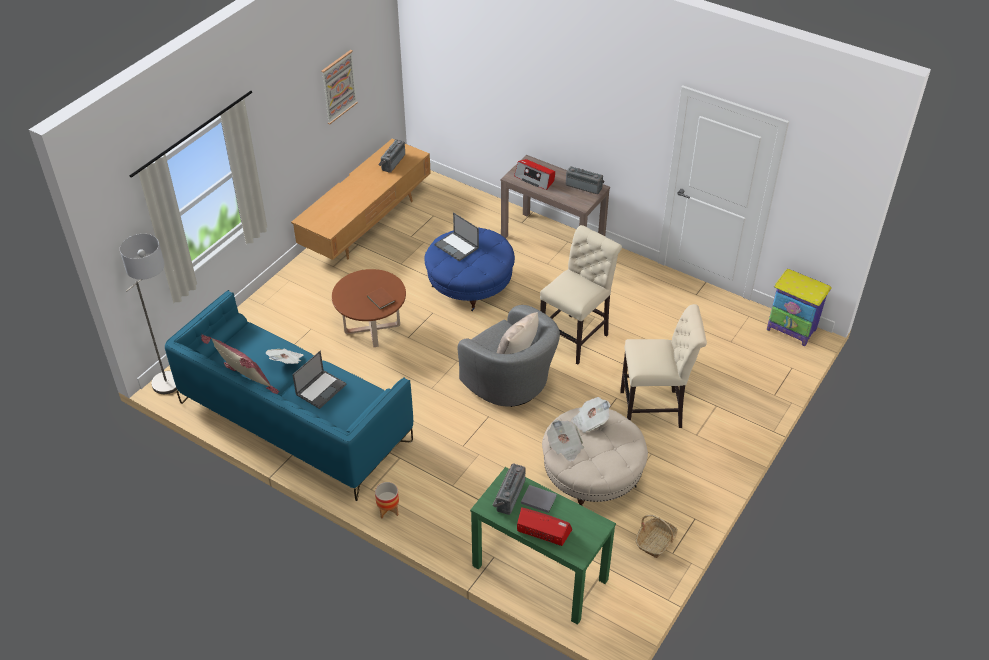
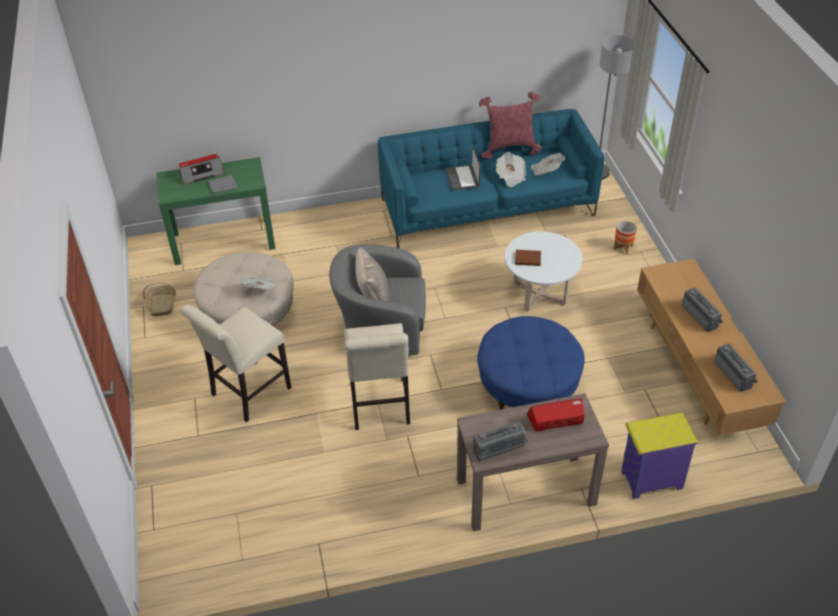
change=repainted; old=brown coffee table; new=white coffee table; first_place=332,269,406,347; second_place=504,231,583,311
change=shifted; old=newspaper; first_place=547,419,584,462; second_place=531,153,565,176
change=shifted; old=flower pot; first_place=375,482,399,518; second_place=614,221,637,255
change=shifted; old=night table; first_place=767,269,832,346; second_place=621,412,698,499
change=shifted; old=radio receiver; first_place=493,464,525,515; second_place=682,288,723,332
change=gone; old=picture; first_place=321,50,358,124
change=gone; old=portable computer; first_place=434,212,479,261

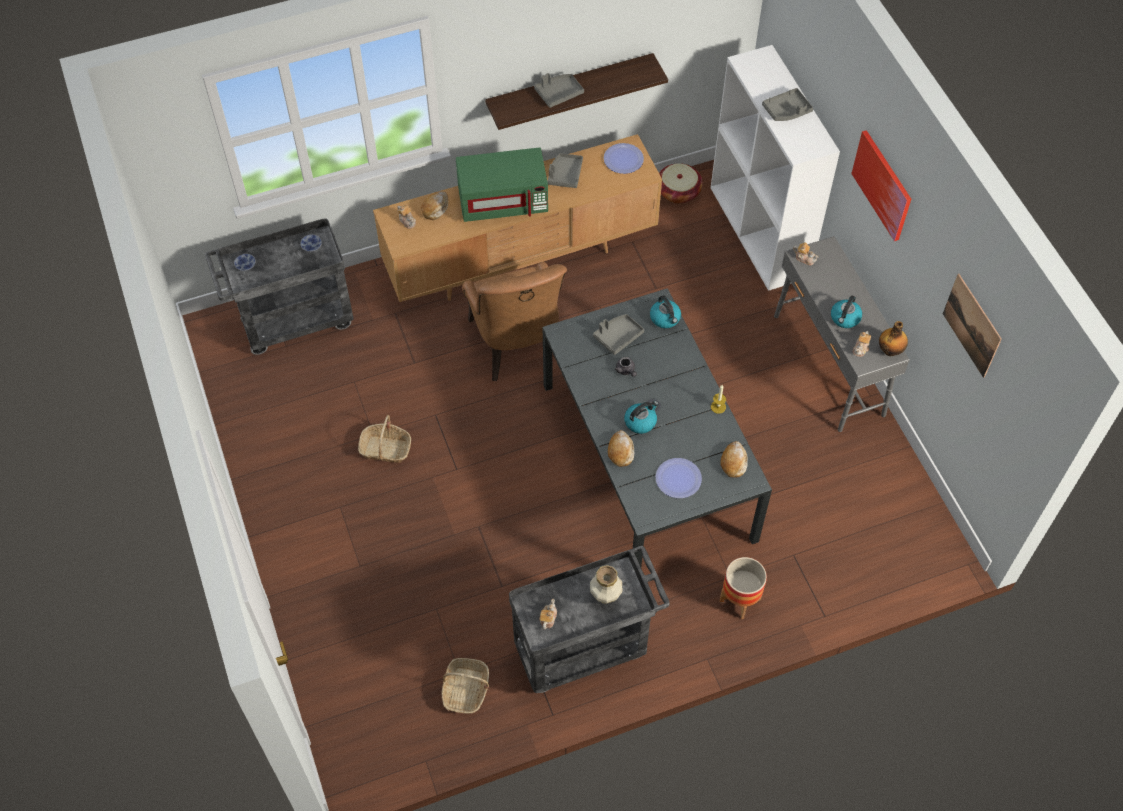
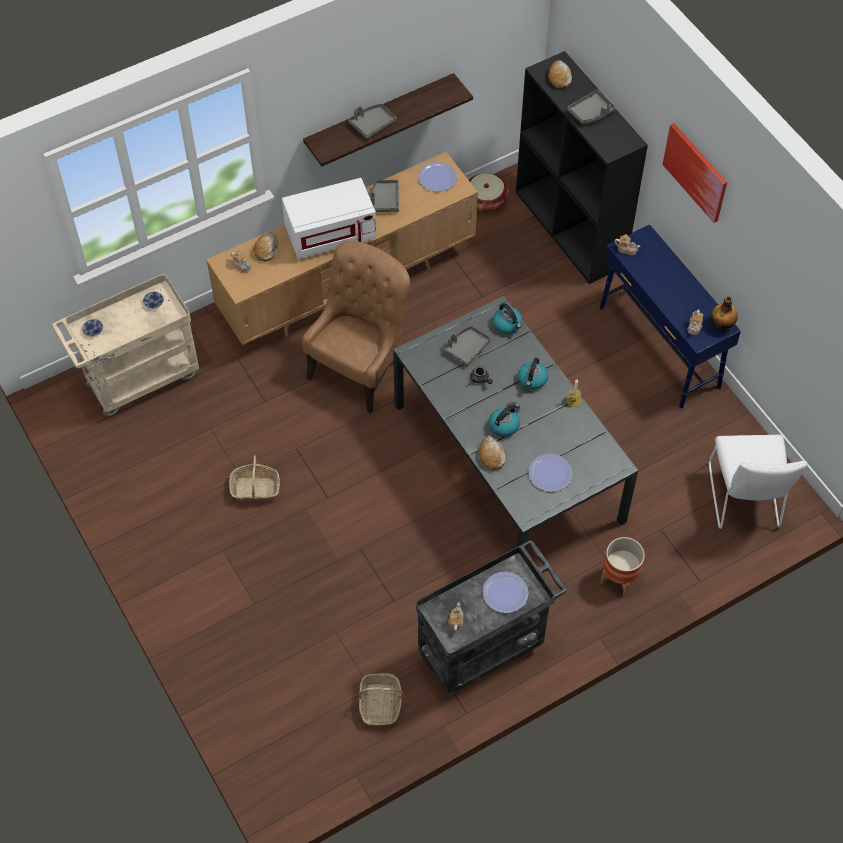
change=repainted; old=blackish trolley; new=sand-coloured trolley; first_place=205,218,354,355; second_place=52,274,199,416
change=repainted; old=green-coloured microwave; new=white microwave; first_place=456,147,548,222; second_place=282,178,377,259
change=rotated; old=brown plain chair; first_place=462,262,567,381; second_place=302,241,410,413; degrees=-120
change=swapped; old=decorative vase; new=dinner plate; first_place=590,565,623,604; second_place=483,571,529,613
change=repainted; old=white bookcase; new=blackish bookcase; first_place=711,45,840,291; second_place=516,51,648,284
change=shifted; old=kettle; first_place=831,295,862,328; second_place=518,358,548,390
change=shifted; old=baked bread; first_place=721,441,748,478; second_place=548,60,572,89
change=repainted; old=grey console table; new=blue console table; first_place=774,236,909,432; second_place=600,224,741,408
change=new; new=white plain chair; second_place=709,435,808,529
change=gone; old=picture; first_place=943,274,1002,378

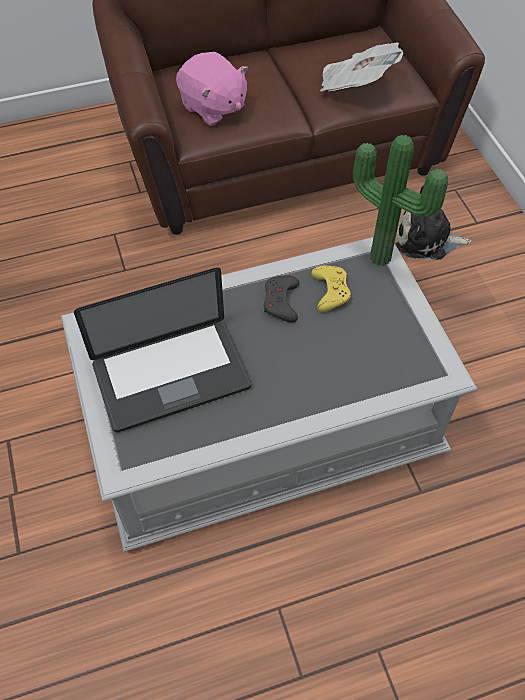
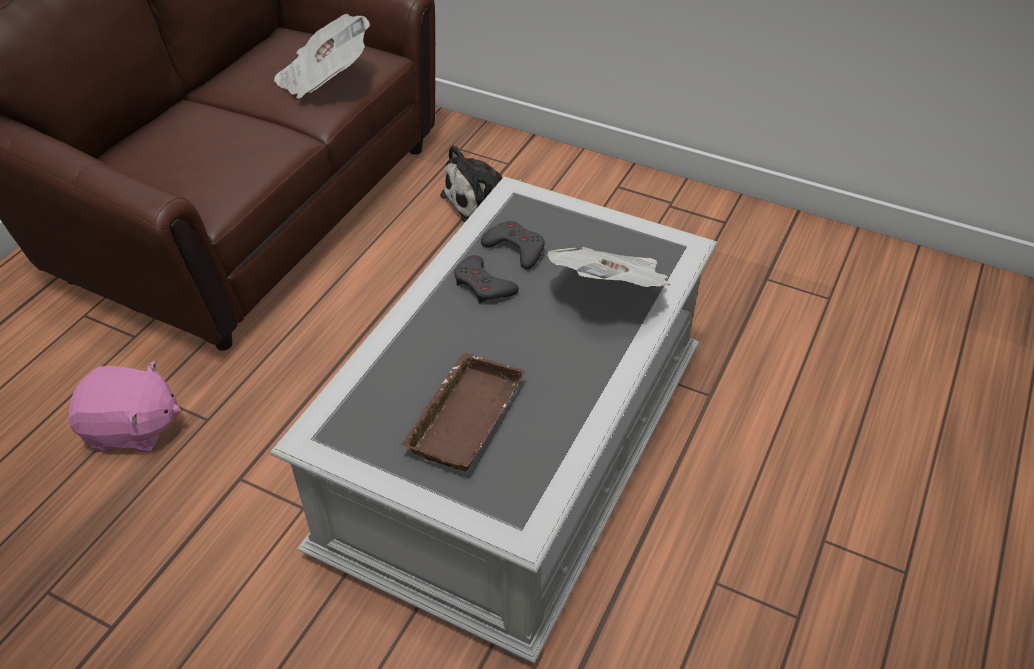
change=shifted; old=pink soft toy; first_place=176,52,248,126; second_place=69,361,181,453
change=swapped; old=portable computer; new=brown tray; first_place=74,267,252,432; second_place=401,352,525,471
change=repainted; old=yellow-coloured gamepad; new=grey gamepad; first_place=311,265,351,312; second_place=481,221,545,269
change=new; new=newspaper; second_place=548,247,671,287
change=gone; old=potted plant; first_place=353,135,448,266

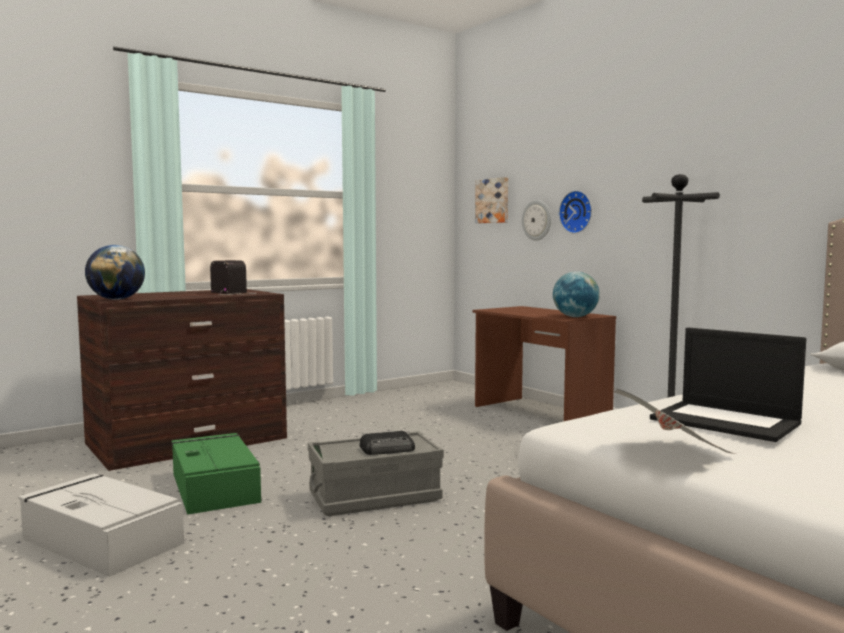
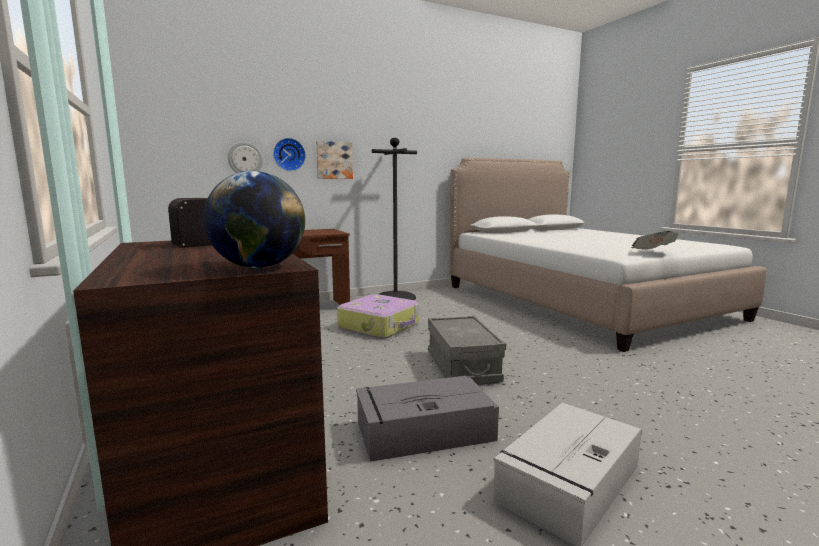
change=shifted; old=picture; first_place=475,177,508,223; second_place=316,141,353,179
change=new; new=travel case; second_place=337,294,419,339
change=repainted; old=green-coloured storage bin; new=grey storage bin; first_place=172,433,261,515; second_place=356,376,499,462
change=gone; old=radio receiver; first_place=360,431,415,455
change=gone; old=world globe; first_place=553,271,600,317
change=gone; old=portable computer; first_place=650,328,806,442

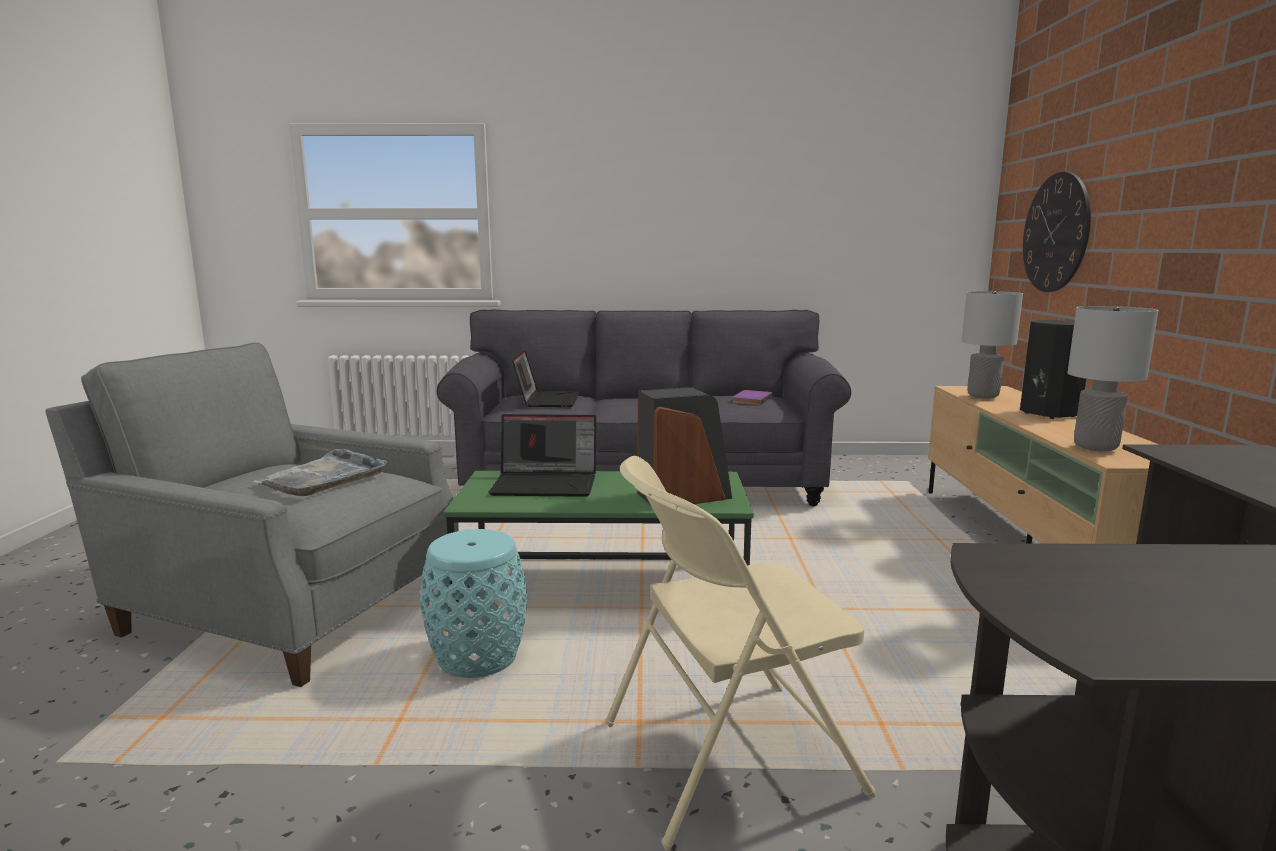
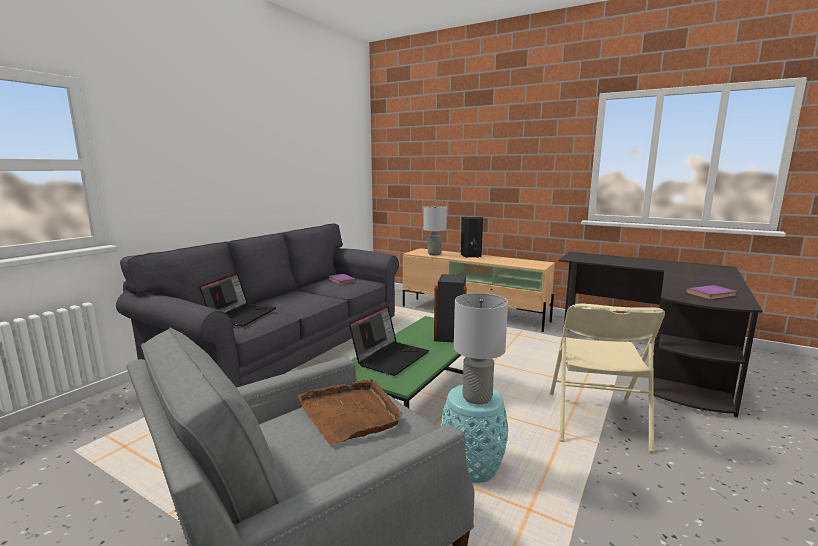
change=rotated; old=portable computer; first_place=512,350,580,407; second_place=199,273,276,326; degrees=75
change=repainted; old=grey tray; new=brown tray; first_place=252,449,387,496; second_place=297,379,402,444
change=shifted; old=grey table lamp; first_place=1067,306,1159,451; second_place=454,293,508,405
change=new; new=purple-coloured book; second_place=686,285,737,299
change=gone; old=hanging clock; first_place=1023,172,1091,292

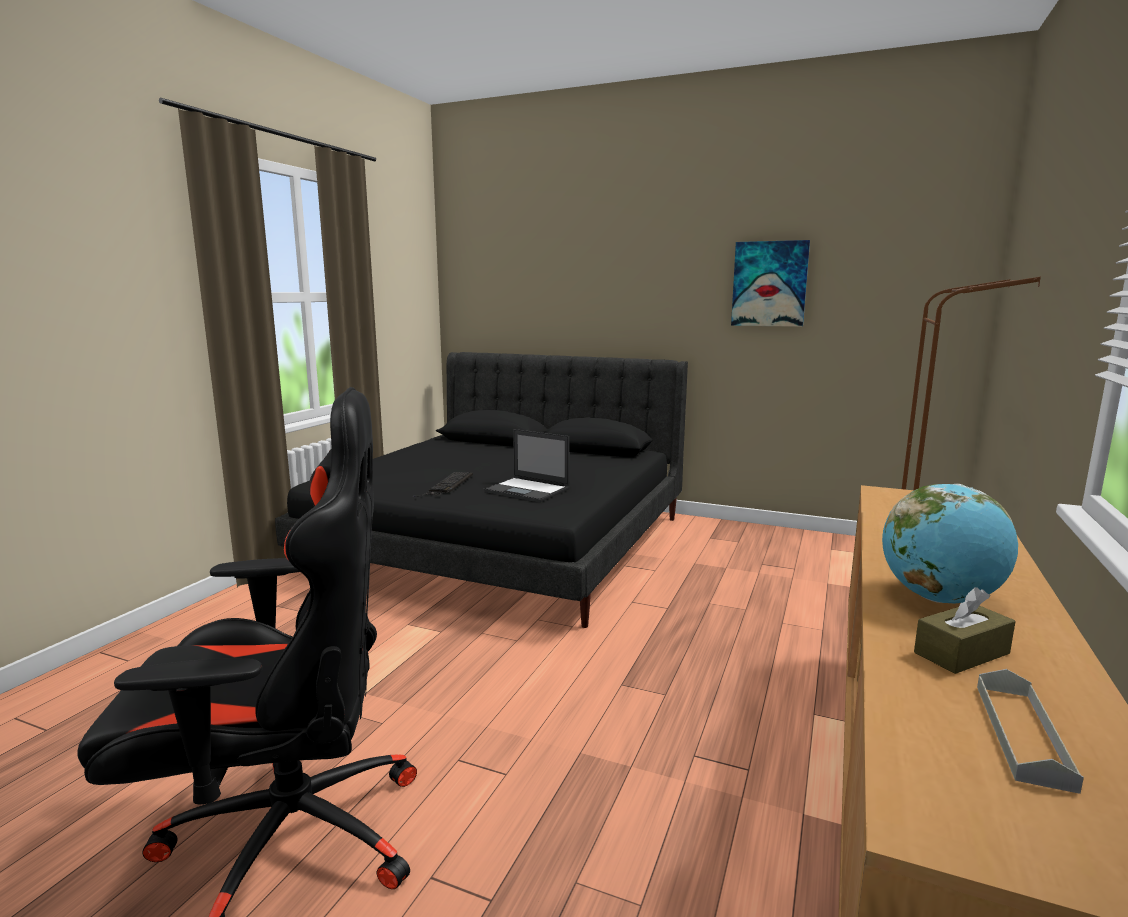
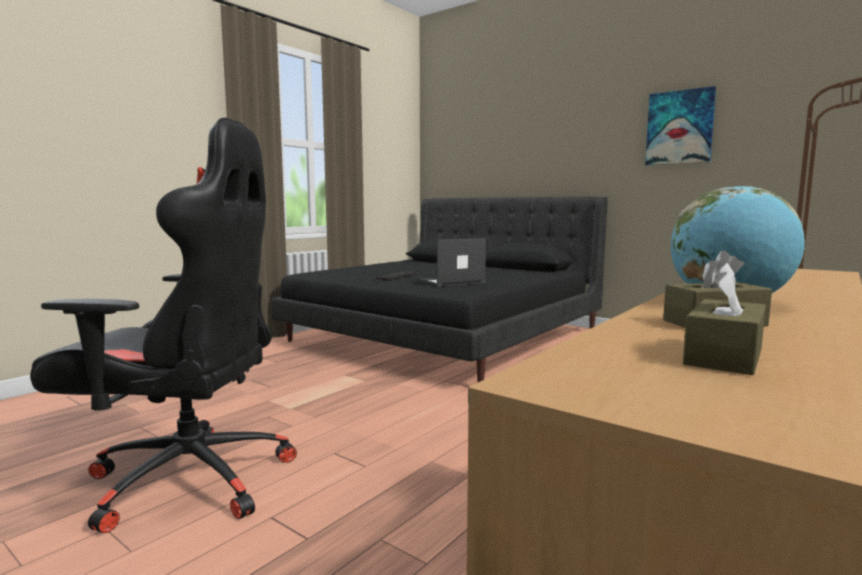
change=rotated; old=portable computer; first_place=484,429,570,503; second_place=417,238,486,287; degrees=105
change=swapped; old=grey tray; new=brown box of tissues; first_place=977,669,1084,794; second_place=683,263,766,375

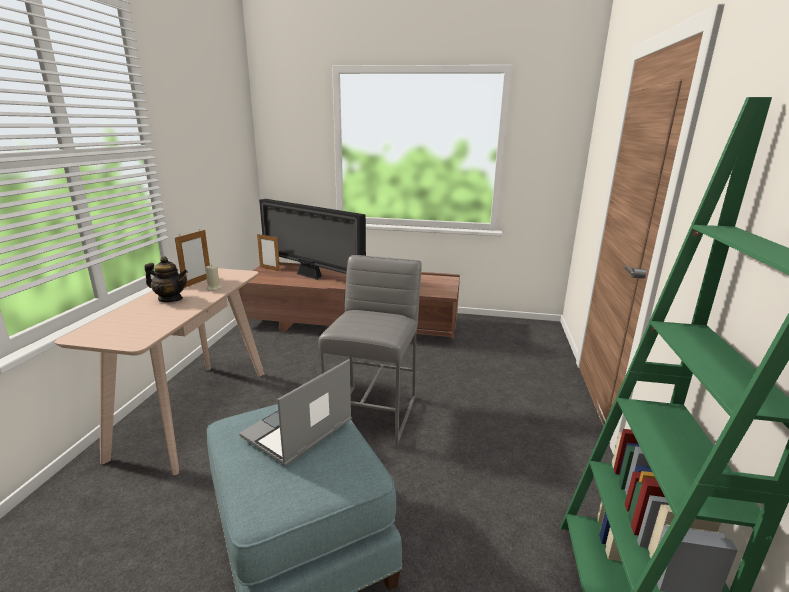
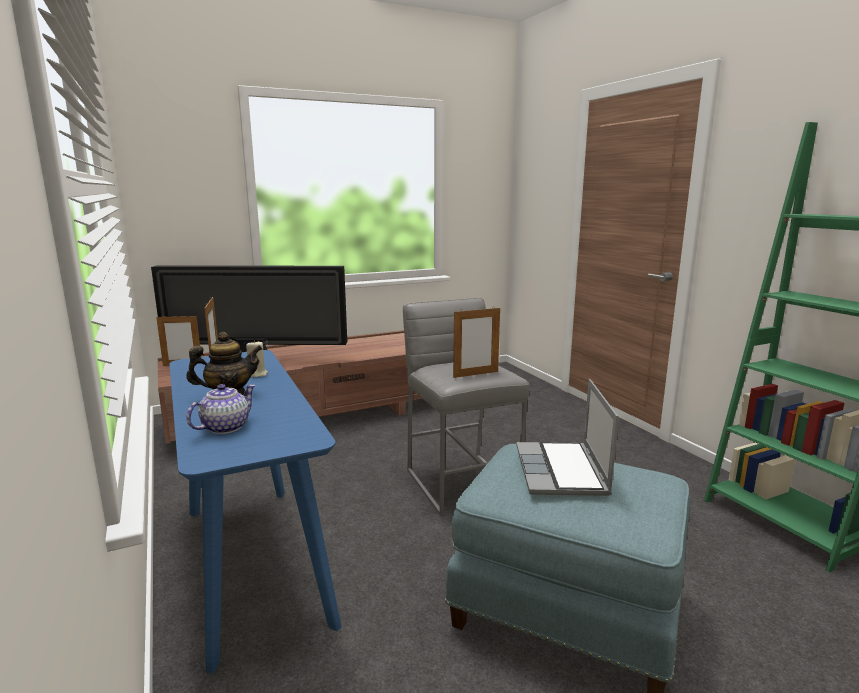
change=repainted; old=sand-coloured console table; new=blue console table; first_place=55,268,264,475; second_place=169,350,342,673
change=new; new=teapot; second_place=187,384,256,434
change=new; new=photo frame; second_place=453,306,500,378

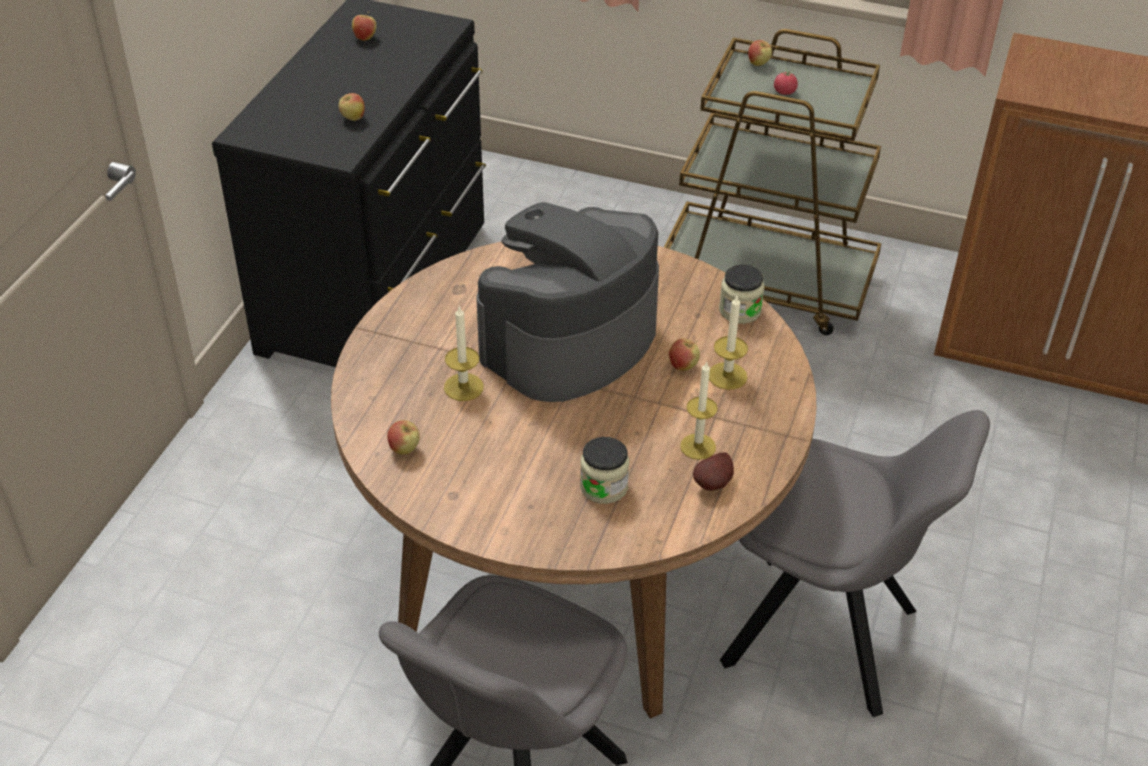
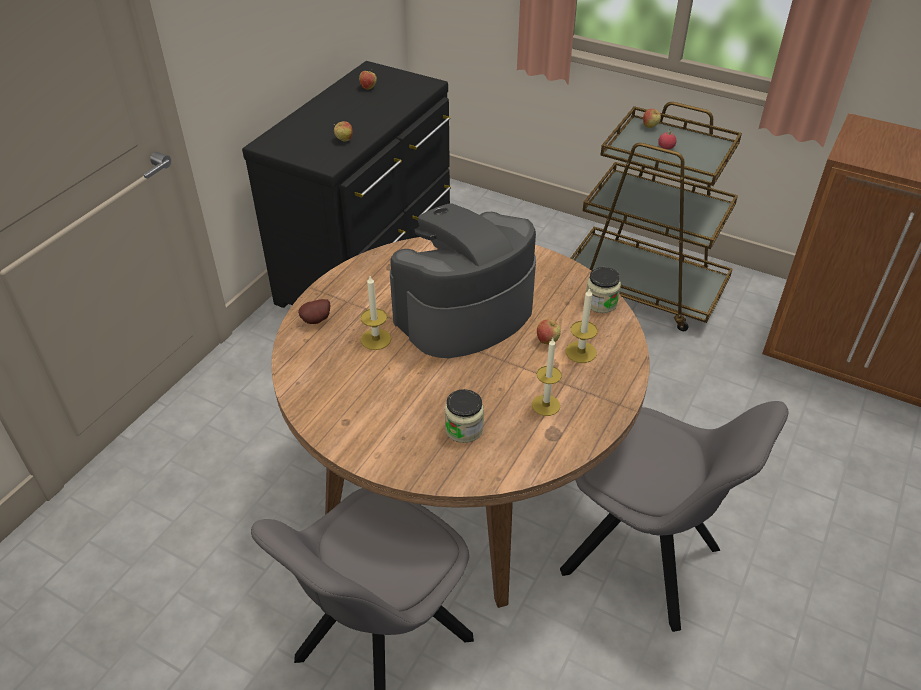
change=shifted; old=potato; first_place=693,453,734,491; second_place=298,299,330,324
change=gone; old=apple fruit; first_place=387,420,420,455

